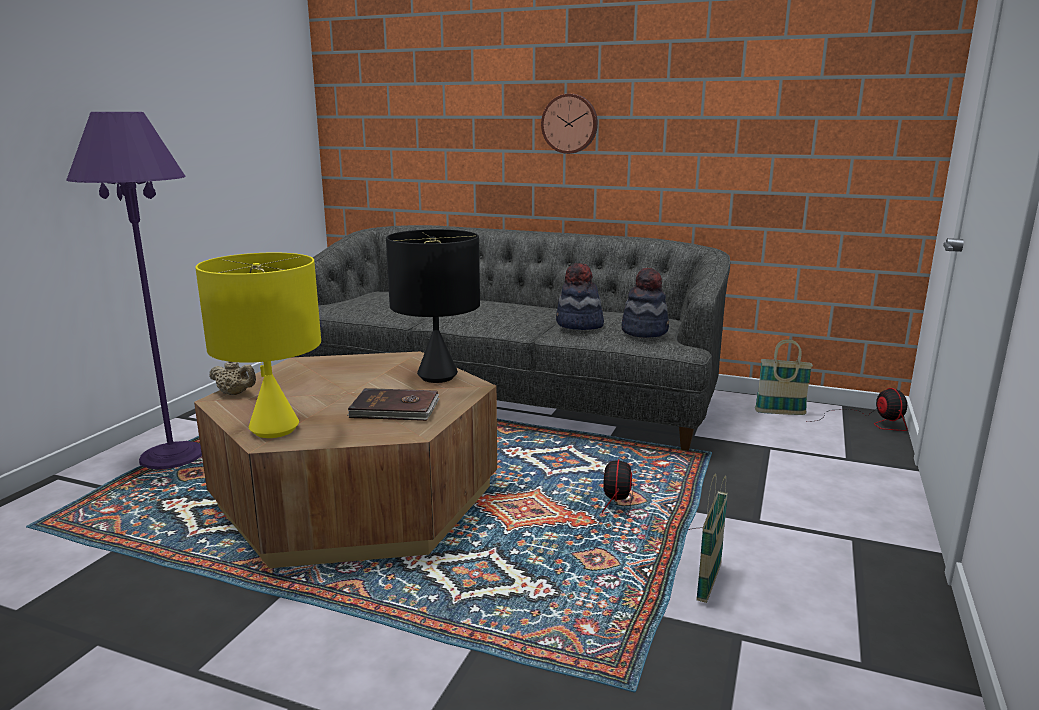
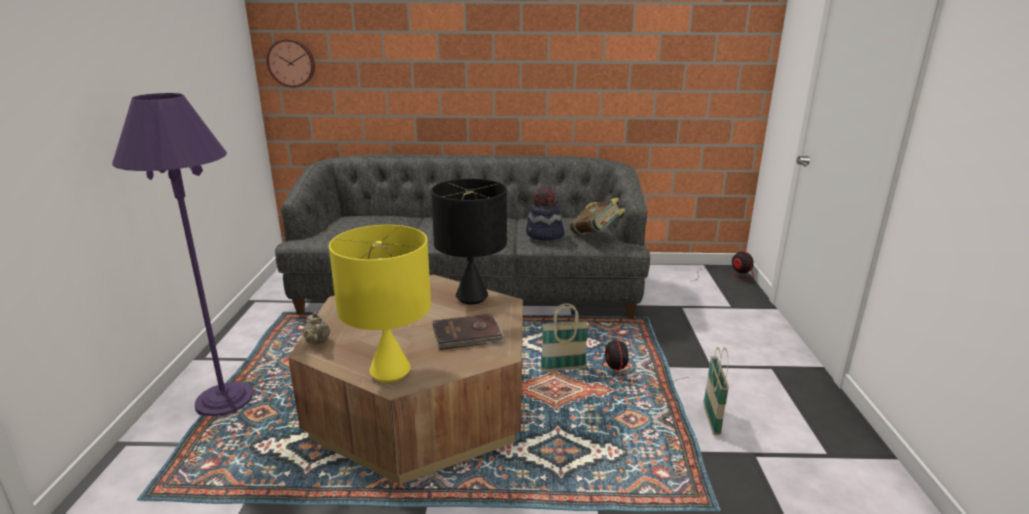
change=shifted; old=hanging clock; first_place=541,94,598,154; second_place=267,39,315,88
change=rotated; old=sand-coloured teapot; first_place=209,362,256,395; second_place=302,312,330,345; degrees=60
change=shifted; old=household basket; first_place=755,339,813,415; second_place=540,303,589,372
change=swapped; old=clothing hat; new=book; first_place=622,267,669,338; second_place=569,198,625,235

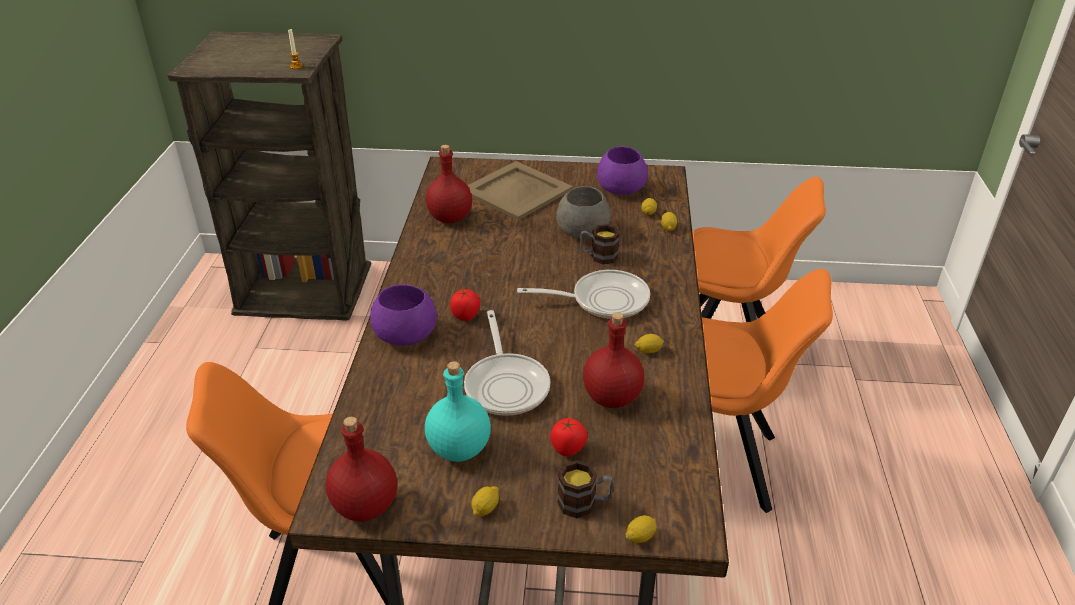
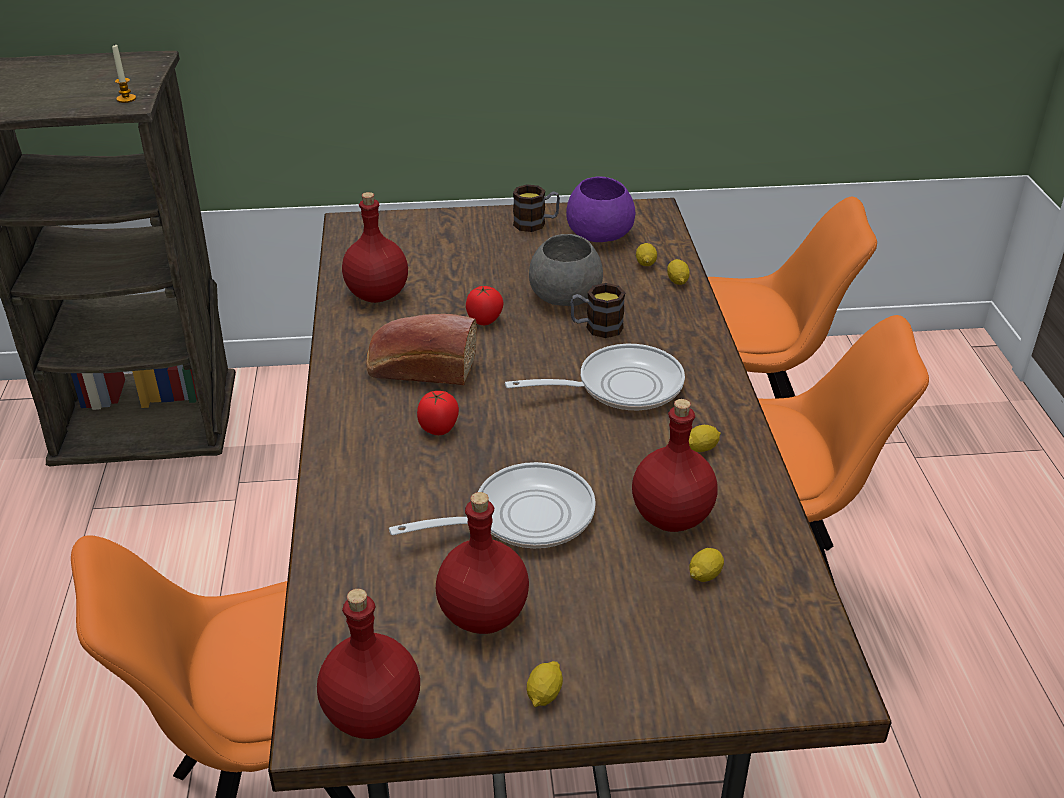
change=new; new=baked bread; second_place=366,314,477,385
change=rotated; old=frying pan; first_place=464,310,550,416; second_place=389,462,596,548; degrees=-90
change=repainted; old=turquoise-coloured bottle; new=red-coloured bottle; first_place=425,361,491,462; second_place=436,492,529,634
change=shifted; old=tomato; first_place=551,418,587,456; second_place=466,286,504,325
change=shifted; old=coffee mug; first_place=558,460,614,518; second_place=513,184,560,232
change=shifted; old=lemon; first_place=626,515,656,543; second_place=689,548,724,582
change=gone; old=purple-coloured deep dish; first_place=370,284,437,346
change=gone; old=sand-coloured tray; first_place=467,161,573,220

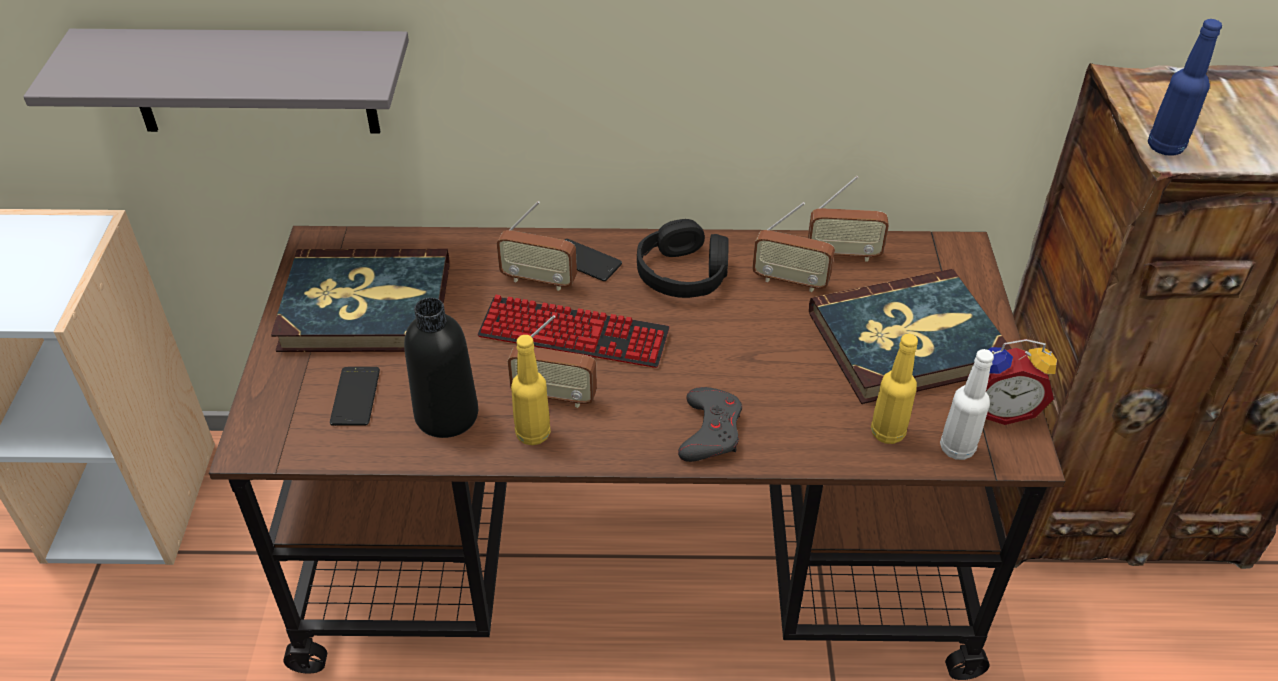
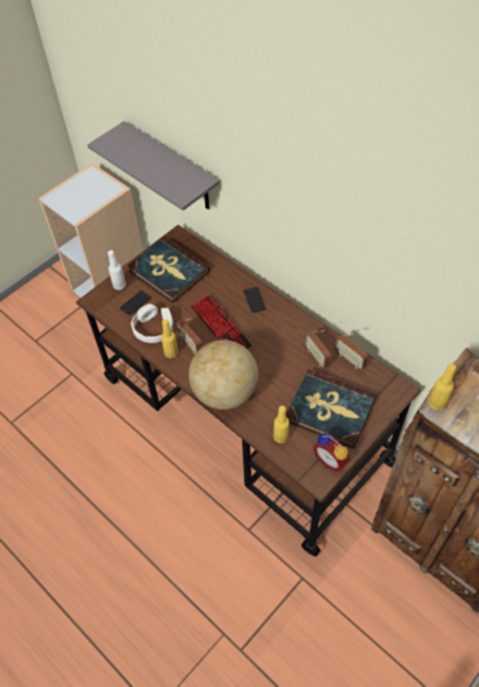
change=shifted; old=white bottle; first_place=940,349,994,460; second_place=108,250,126,290
change=swapped; old=blackish bottle; new=white headset; first_place=404,298,478,438; second_place=131,304,173,343
change=swapped; old=grey gamepad; new=world globe; first_place=678,387,742,462; second_place=189,340,258,410
change=repainted; old=blue bottle; new=yellow-coloured bottle; first_place=1148,19,1222,156; second_place=428,364,456,411
change=gone; old=radio receiver; first_place=497,201,577,291
change=gone; old=blackish headset; first_place=637,219,728,298

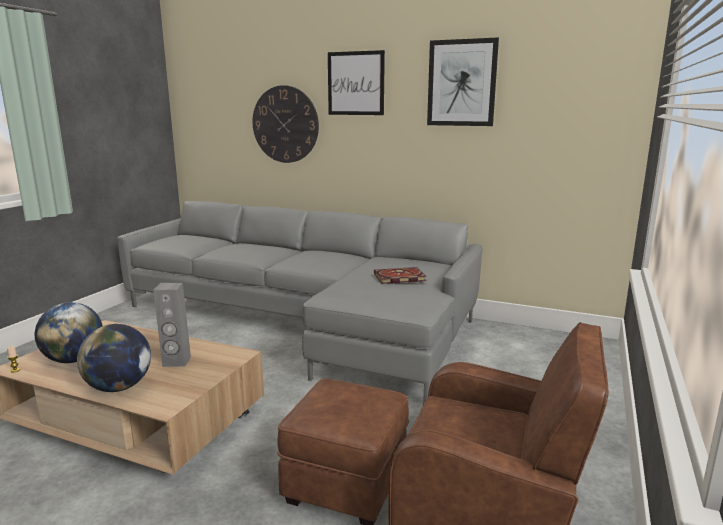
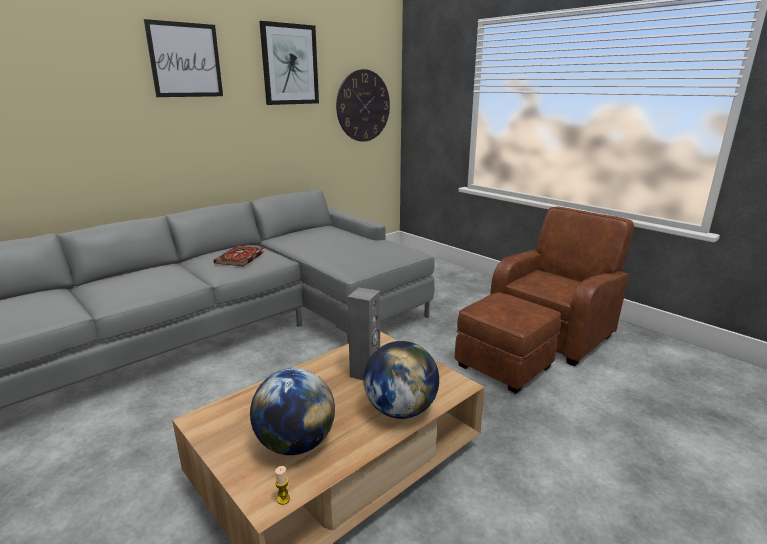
change=shifted; old=book; first_place=374,267,427,284; second_place=214,246,264,266
change=shifted; old=hanging clock; first_place=253,85,319,163; second_place=336,69,390,142

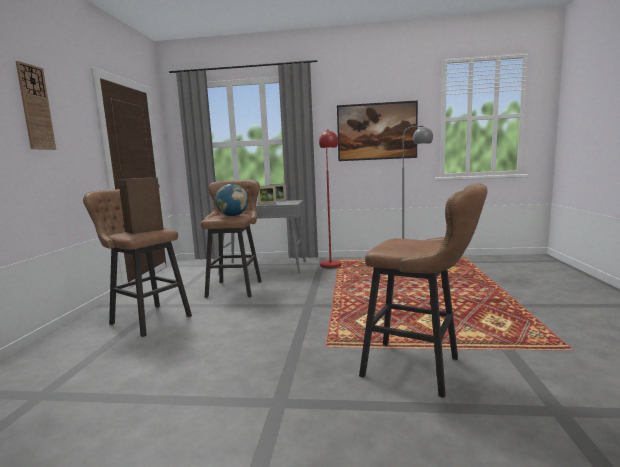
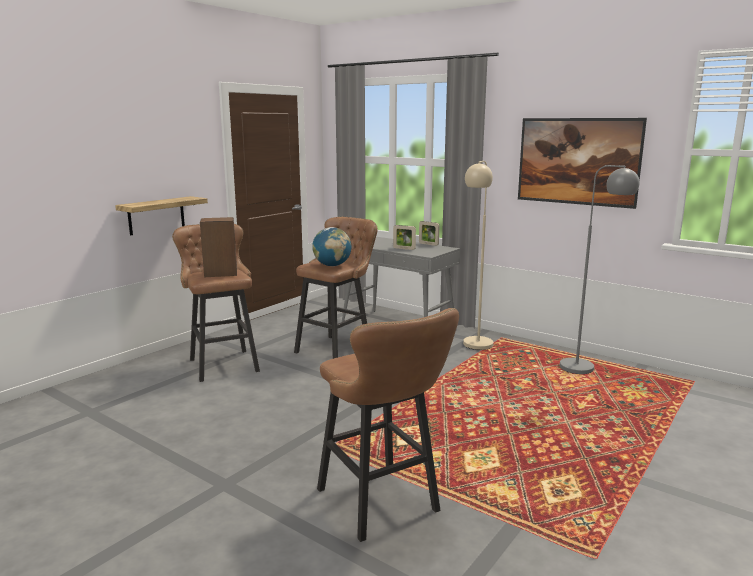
change=new; new=shelf; second_place=115,196,208,236
change=repainted; old=red-coloured standing lamp; new=sand-coloured standing lamp; first_place=319,129,341,268; second_place=463,161,494,350
change=gone; old=hanging clock; first_place=16,61,56,150

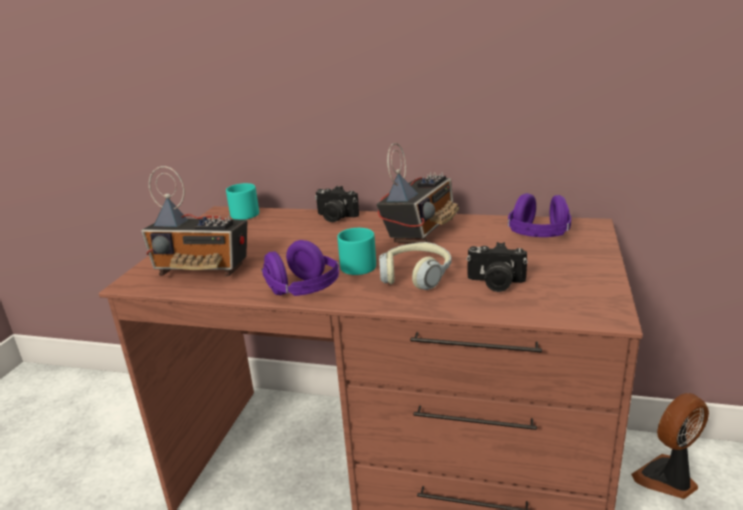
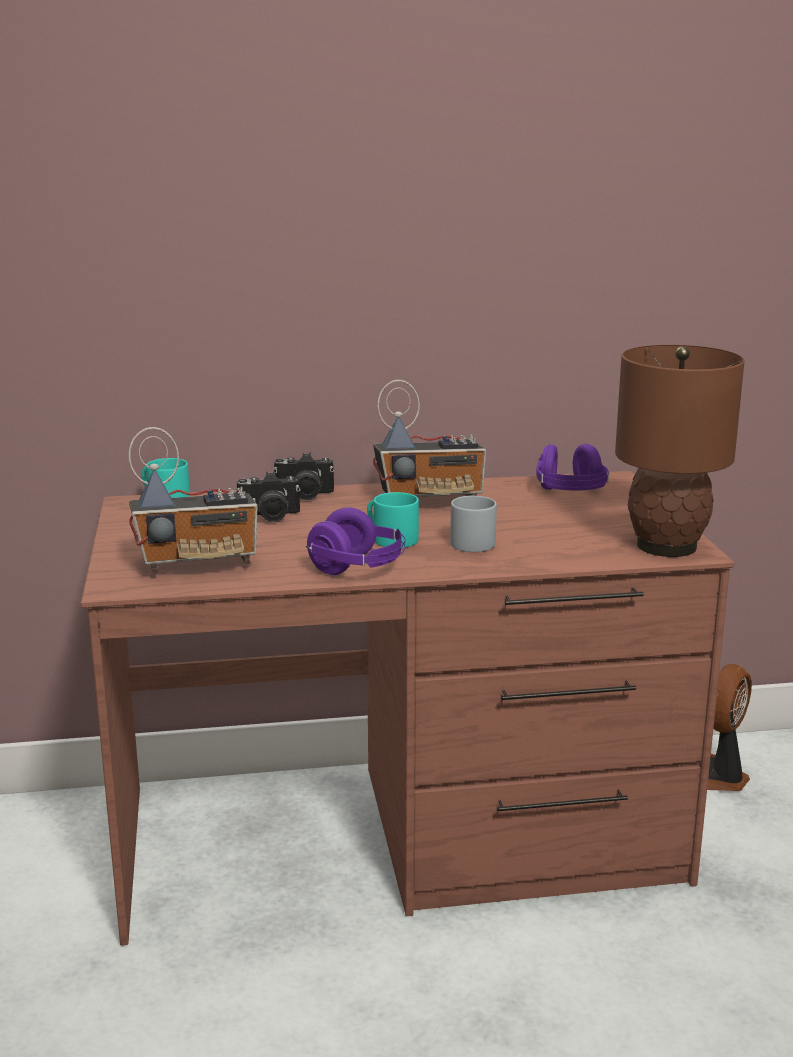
change=shifted; old=photo camera; first_place=466,242,528,292; second_place=236,471,300,522
change=rotated; old=radio receiver; first_place=376,143,459,243; second_place=373,380,486,497; degrees=75
change=swapped; old=headset; new=grey coffee mug; first_place=379,242,452,290; second_place=450,496,497,552
change=new; new=brown table lamp; second_place=615,345,745,557

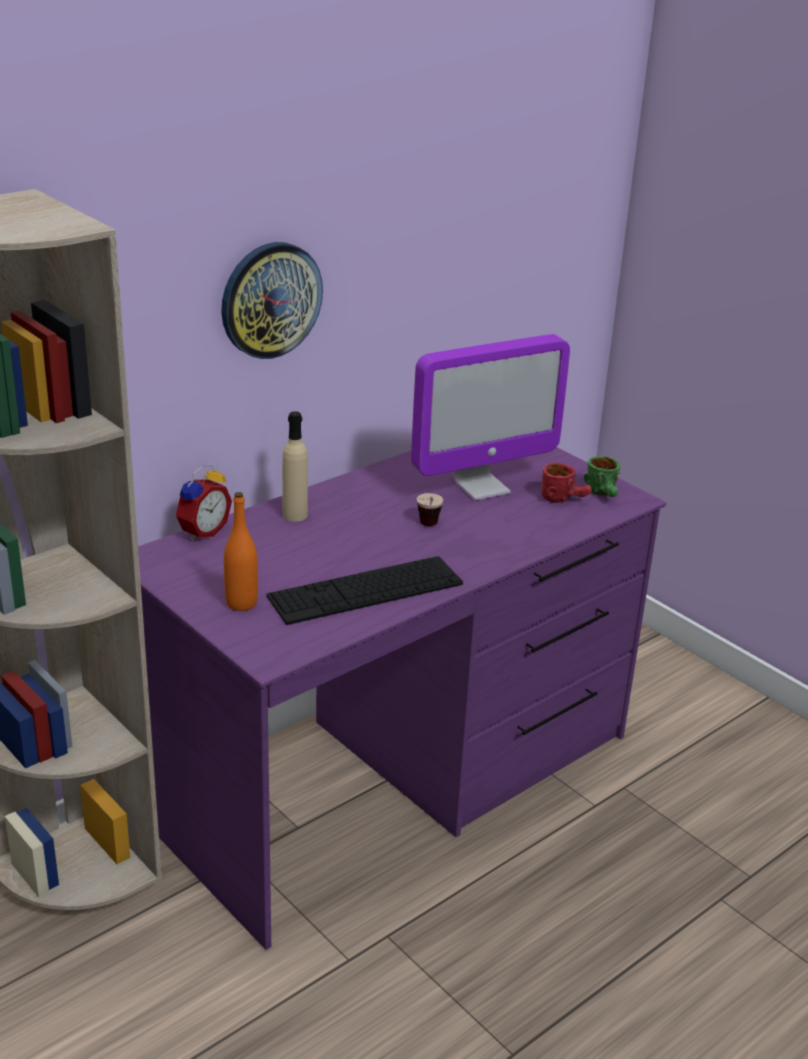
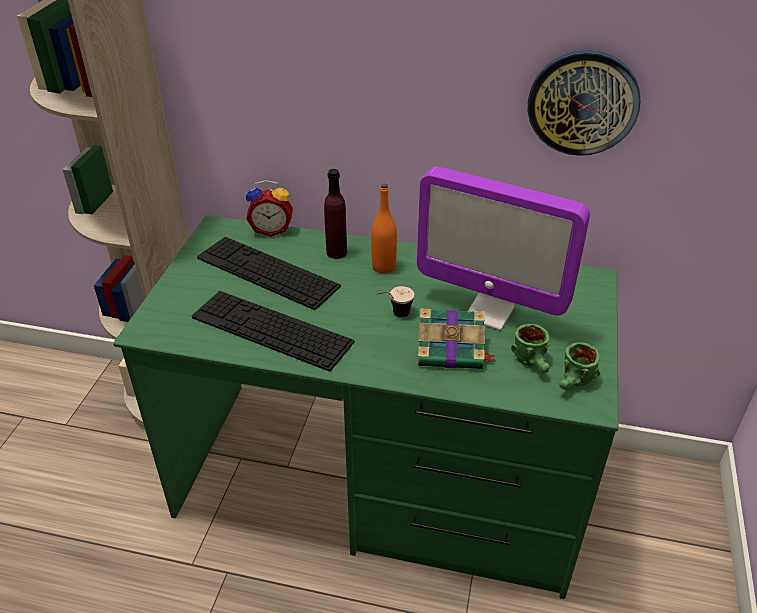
change=repainted; old=purple-coloured desk table; new=green-coloured desk table; first_place=138,447,666,950; second_place=113,215,618,599
change=new; new=PC keyboard; second_place=197,237,341,310
change=repainted; old=sand-coloured bottle; new=purple-coloured bottle; first_place=282,411,308,522; second_place=324,169,347,259
change=shifted; old=orangey bottle; first_place=224,492,258,611; second_place=371,184,397,274
change=new; new=book; second_place=418,308,496,369
change=repainted; old=red-coloured coffee mug; new=green-coloured coffee mug; first_place=542,463,592,503; second_place=511,324,550,373
change=shifted; old=hanging clock; first_place=221,242,323,359; second_place=528,50,640,156

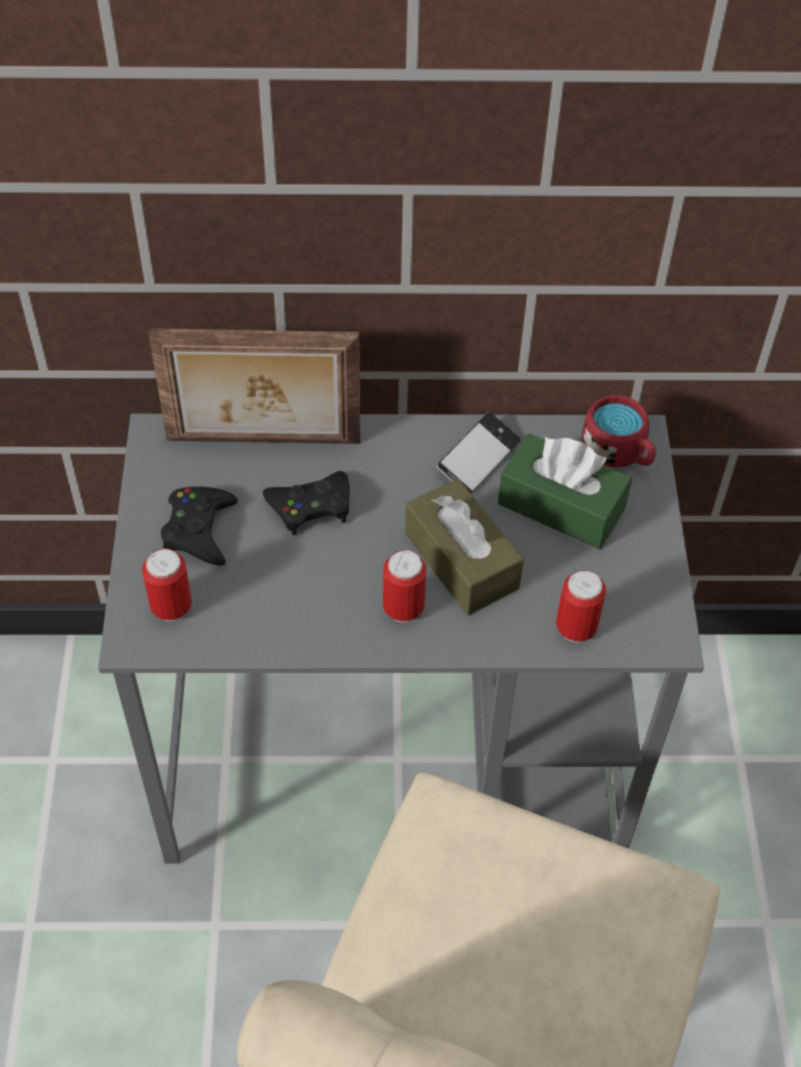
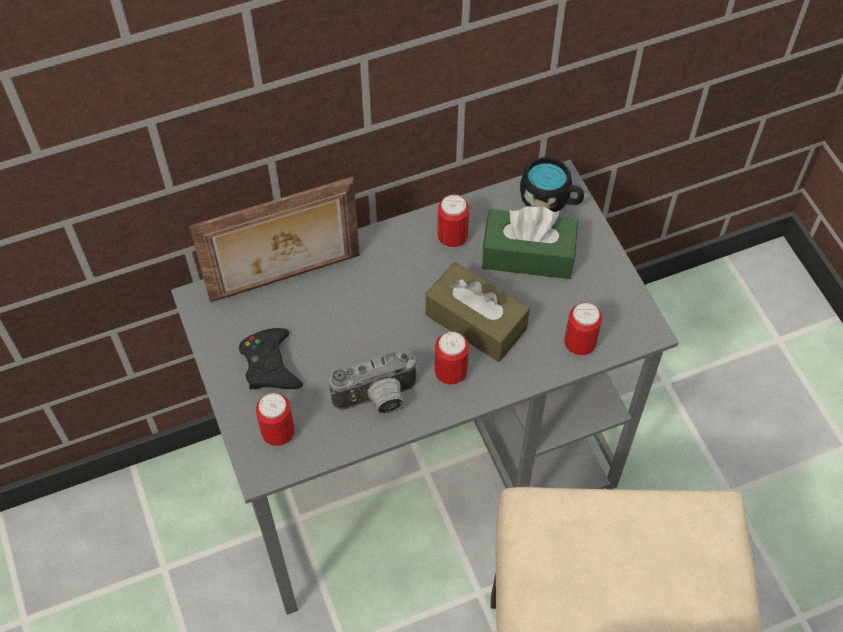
change=new; new=photo camera; second_place=329,352,419,414
change=swapped; old=phone; new=metal can; first_place=436,412,521,494; second_place=437,194,469,248
change=repainted; old=red-coloured coffee mug; new=blackish coffee mug; first_place=582,395,656,467; second_place=520,157,584,212
change=gone; old=blackish gamepad; first_place=263,471,350,535

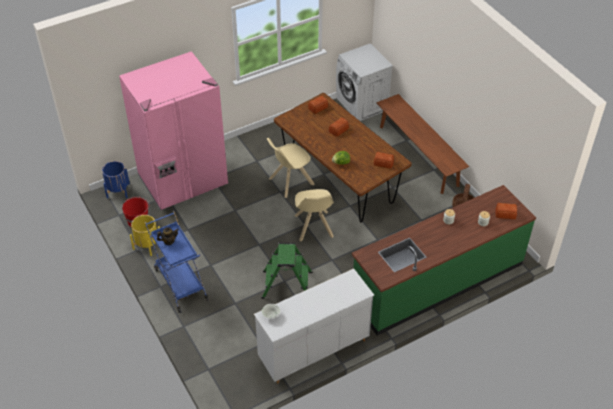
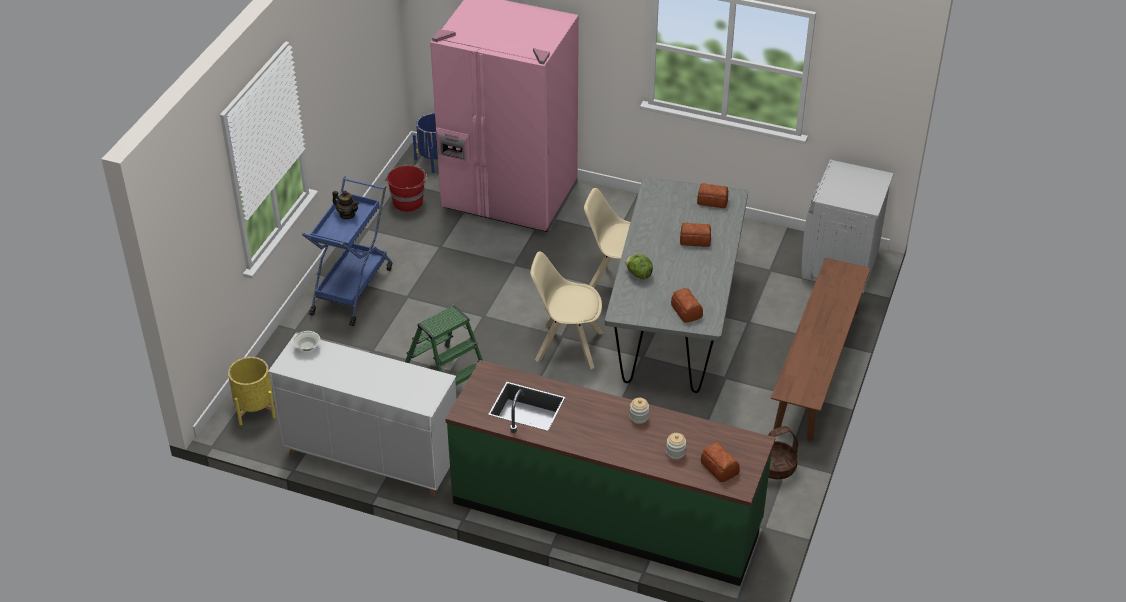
change=shifted; old=yellow-coloured flower pot; first_place=130,215,160,256; second_place=228,357,276,425
change=rotated; old=sand-coloured plain chair; first_place=295,189,334,241; second_place=530,251,604,369; degrees=60
change=repainted; old=brown dinner table; new=grey dinner table; first_place=274,93,412,223; second_place=605,177,748,393

